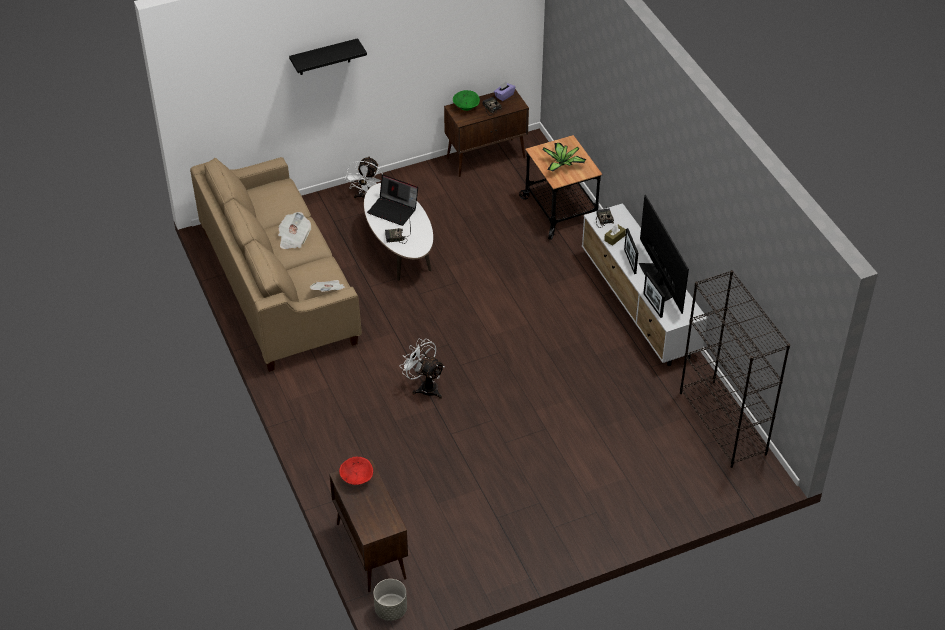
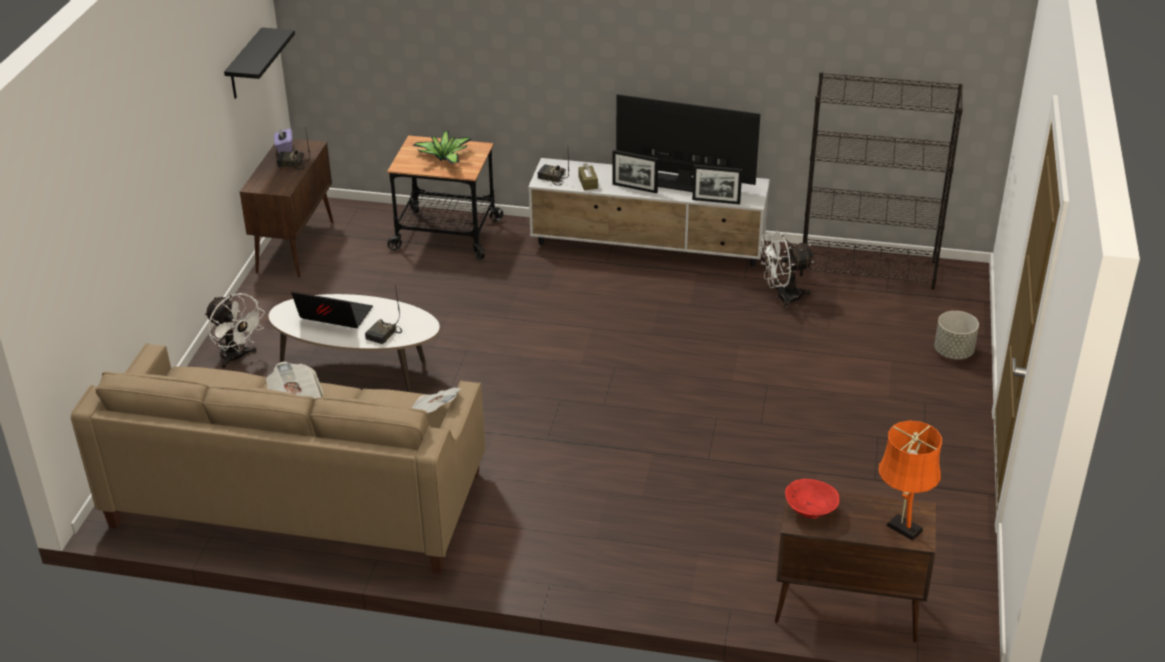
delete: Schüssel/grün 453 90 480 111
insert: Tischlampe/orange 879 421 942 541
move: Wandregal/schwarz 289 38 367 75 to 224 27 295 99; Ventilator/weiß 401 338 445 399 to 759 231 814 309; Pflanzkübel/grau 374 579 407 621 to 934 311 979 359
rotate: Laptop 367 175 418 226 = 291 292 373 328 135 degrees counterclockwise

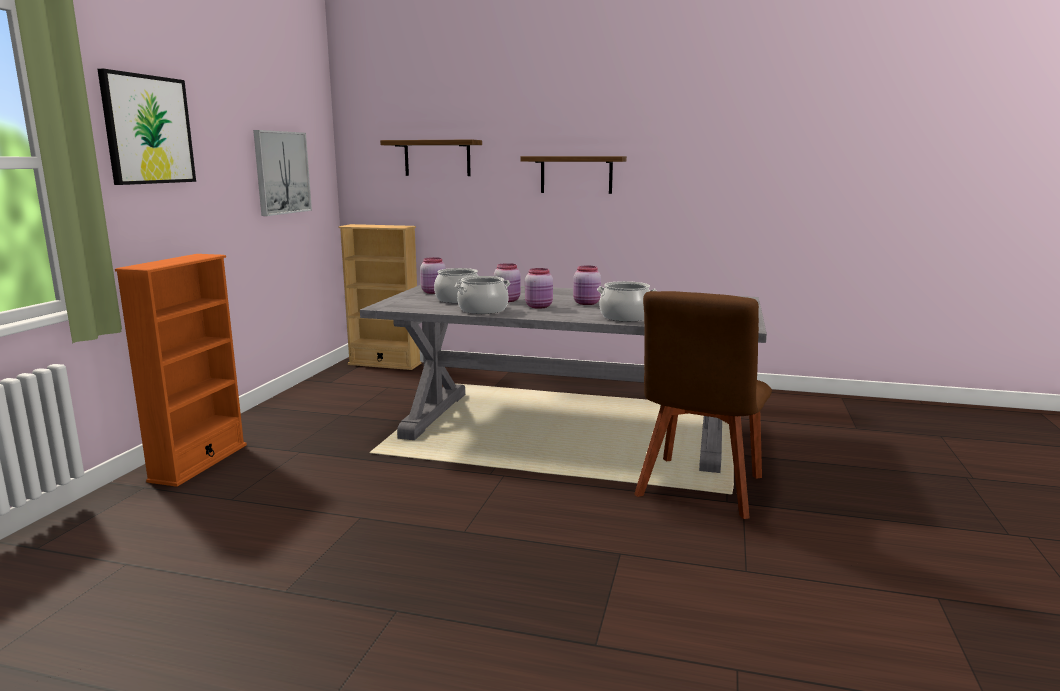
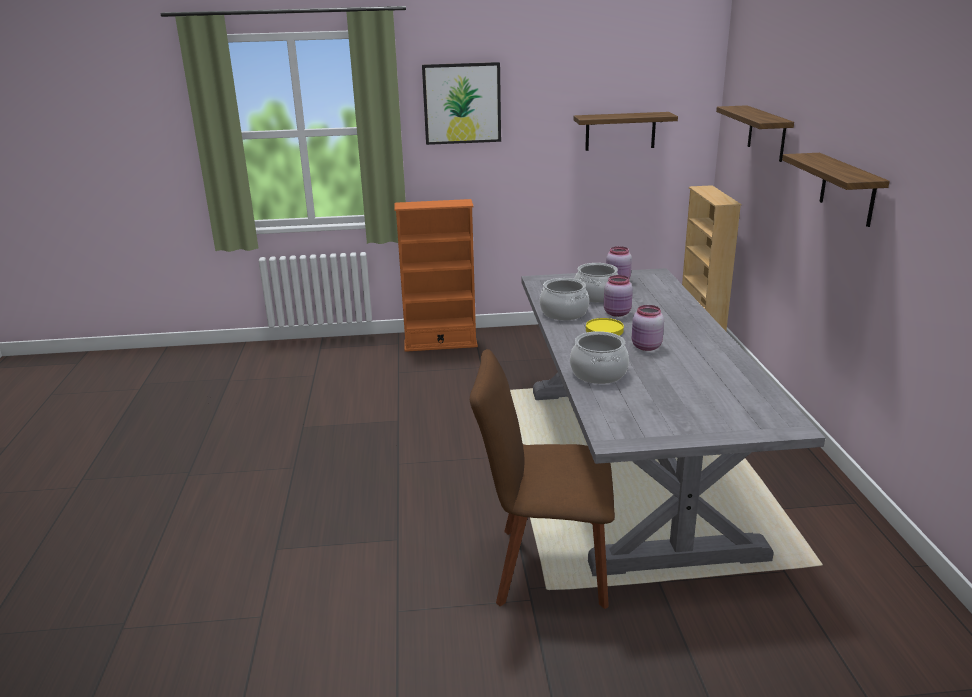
replace: Bild 253 130 312 216 to Wandregal 573 112 678 151; Vorratsglas/rosa 525 268 553 309 to Teller/gelb 586 318 624 336

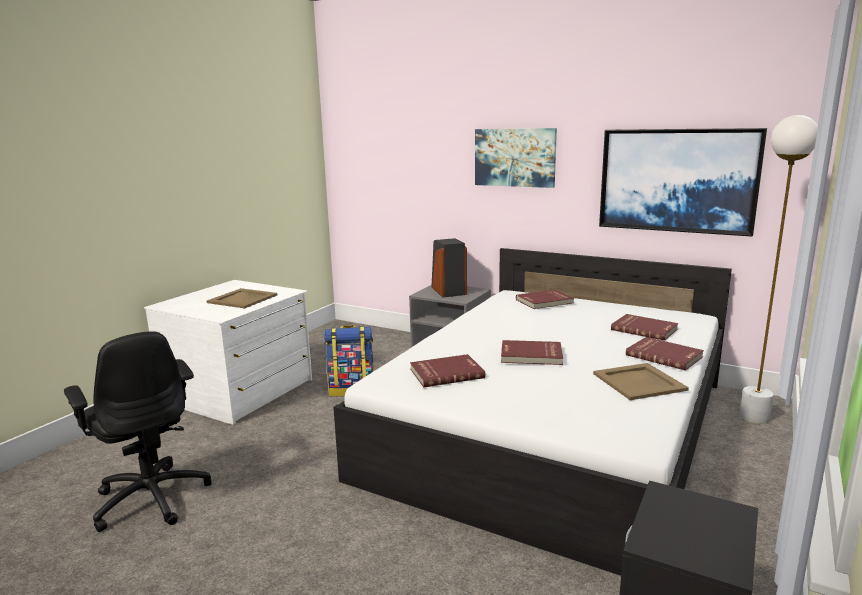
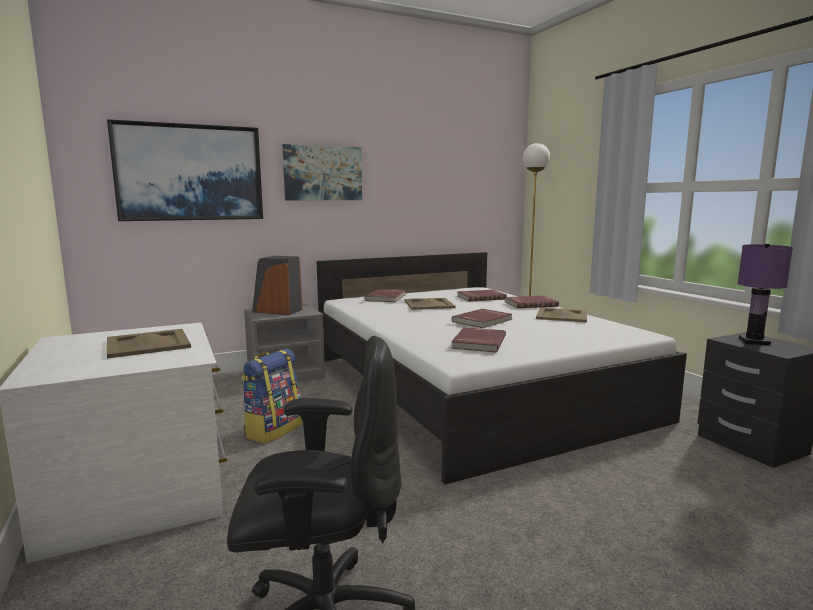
insert: Tablett/beige 405 298 456 310; Tischlampe/lila 738 244 793 345
move: Bild 599 128 767 237 to 107 119 263 221

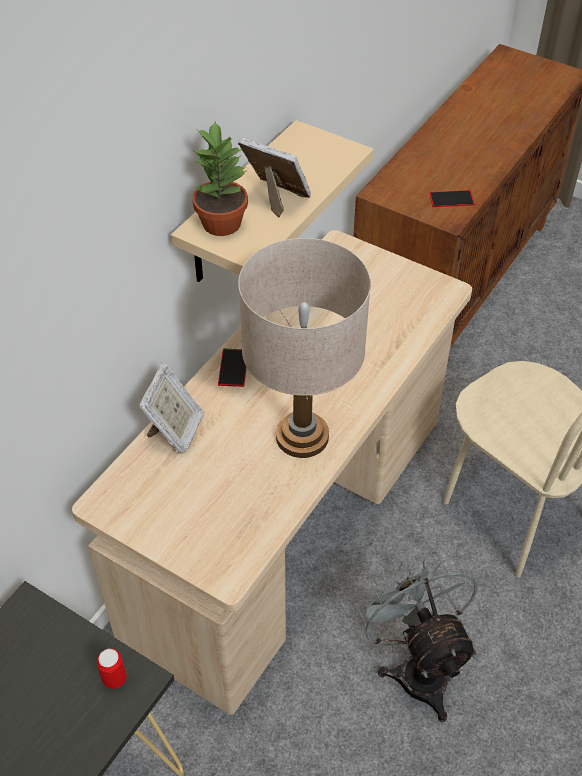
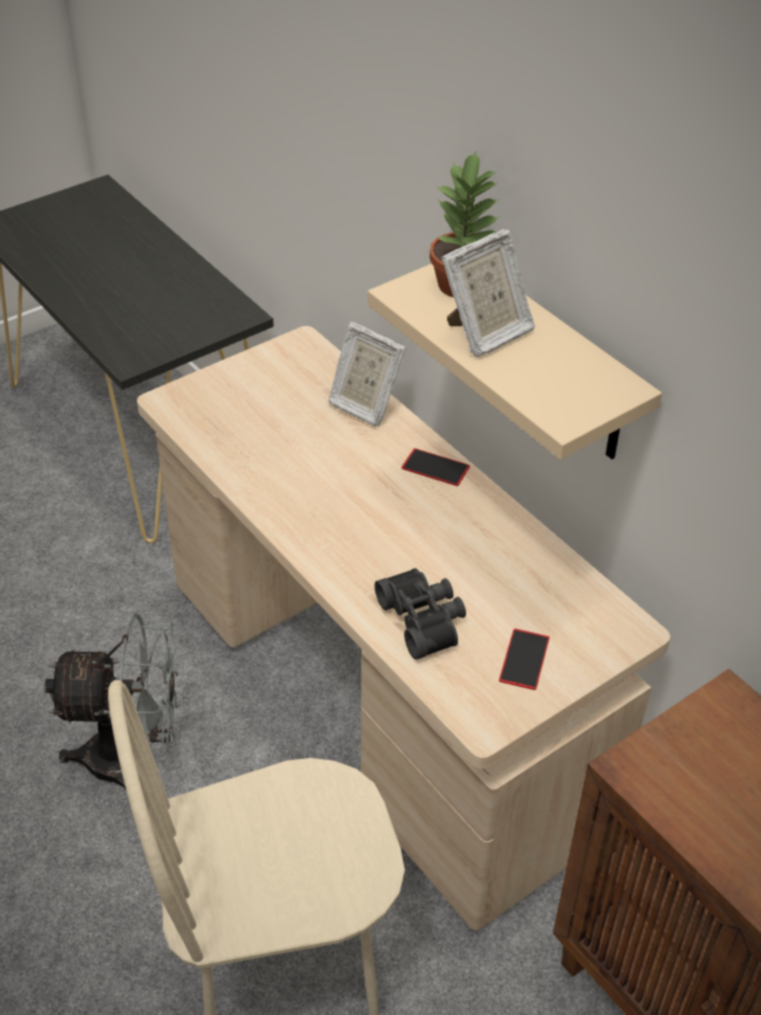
delete: Dose 97 648 127 689; Tischlampe/beige 238 238 371 458
insert: Fernglas/schwarz 375 568 466 660
move: Handy 429 190 475 207 to 499 628 550 690

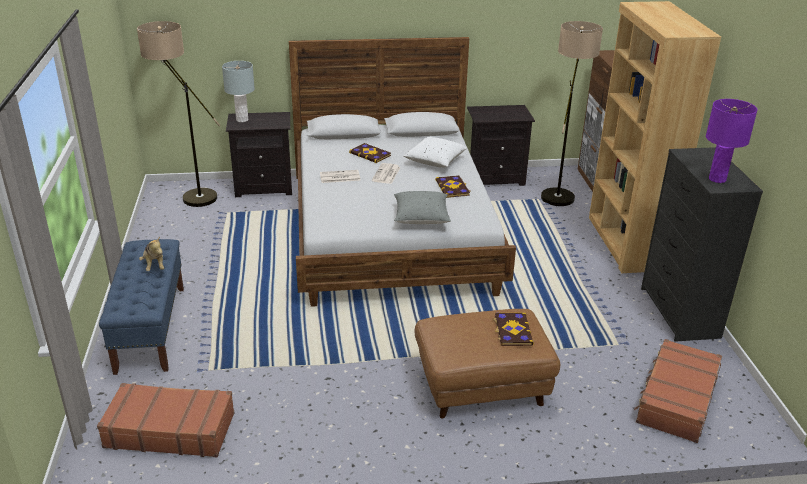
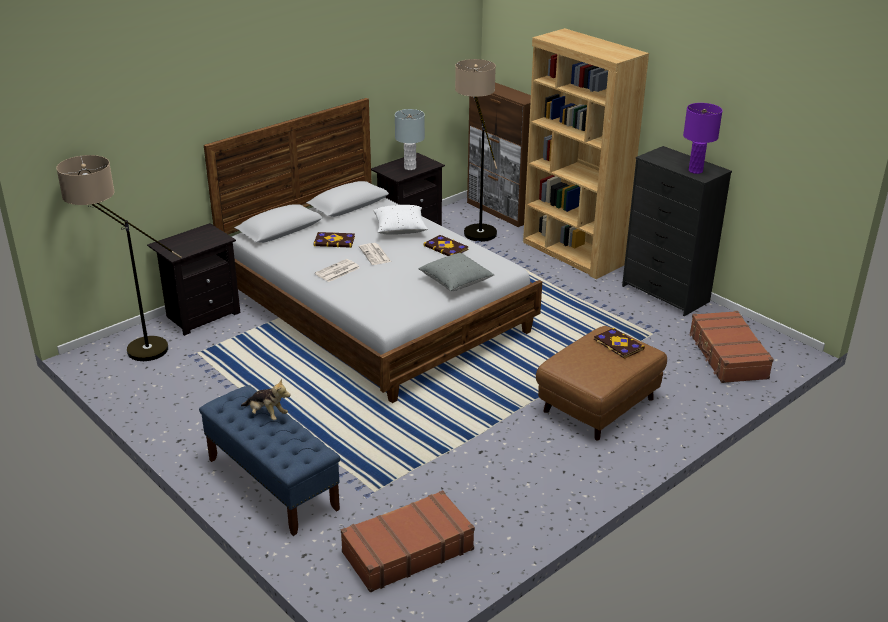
move: Tischlampe/grau 222 61 255 122 to 395 109 425 170

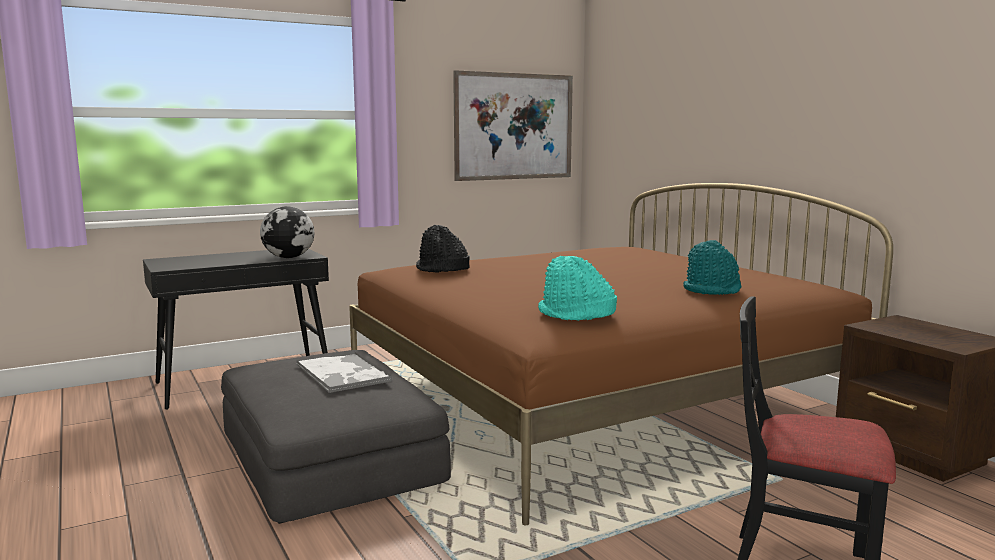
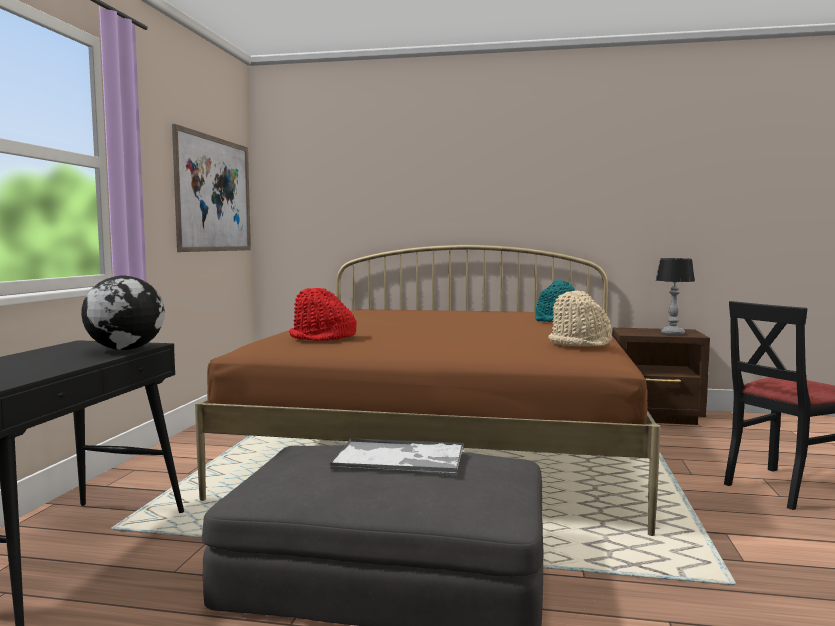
insert: Tischlampe 656 258 695 335
recolor: Hut/schwarz 416 225 470 273 to Hut/rot 289 288 357 341; Hut/türkis 538 256 617 321 to Hut/beige 548 291 612 347

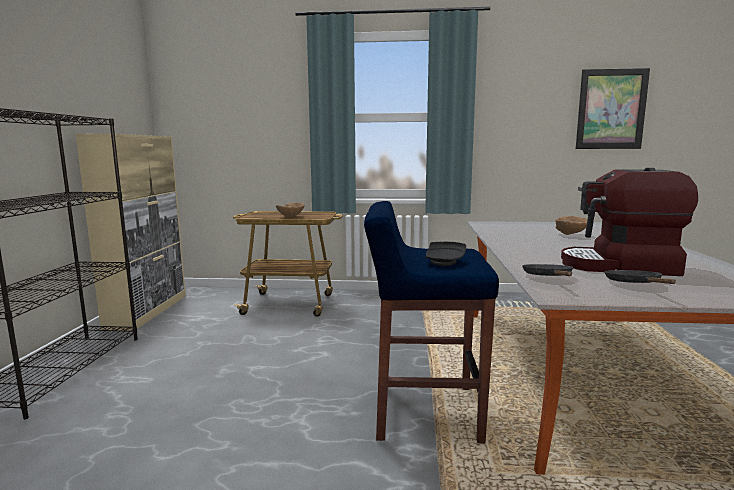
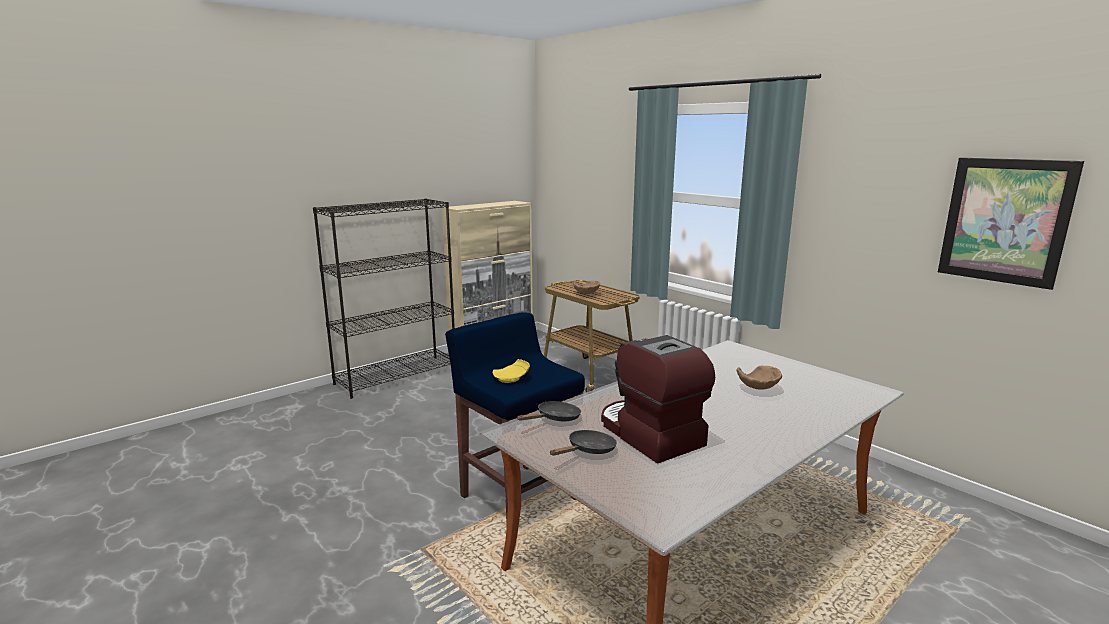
recolor: Teller/schwarz 425 242 466 266 to Teller/gelb 493 359 530 383

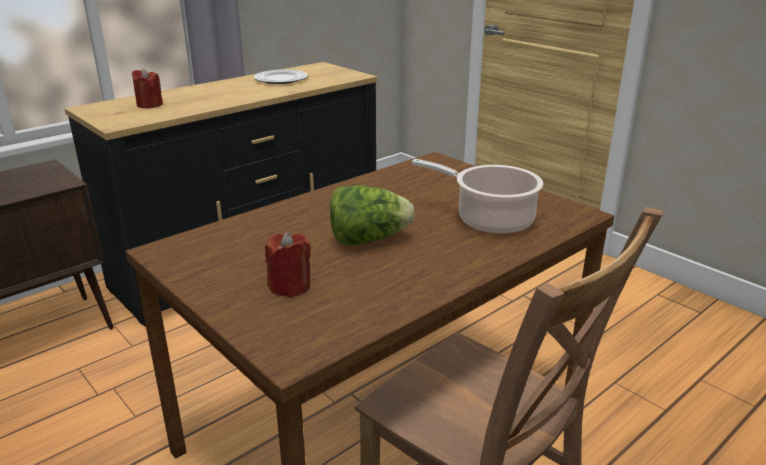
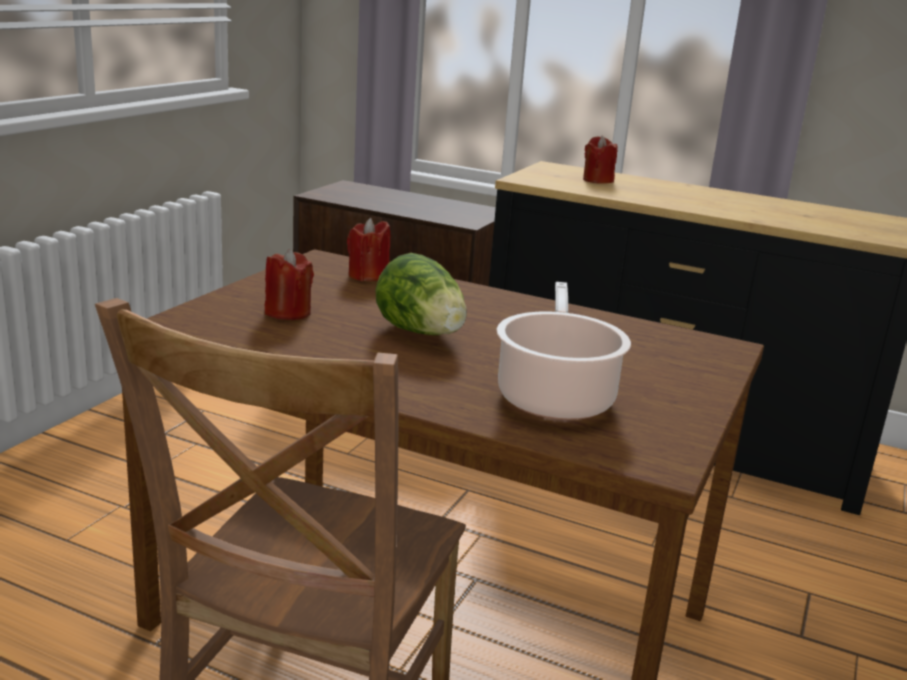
delete: Teller 254 69 308 84
insert: Kerze/rot 347 218 390 281

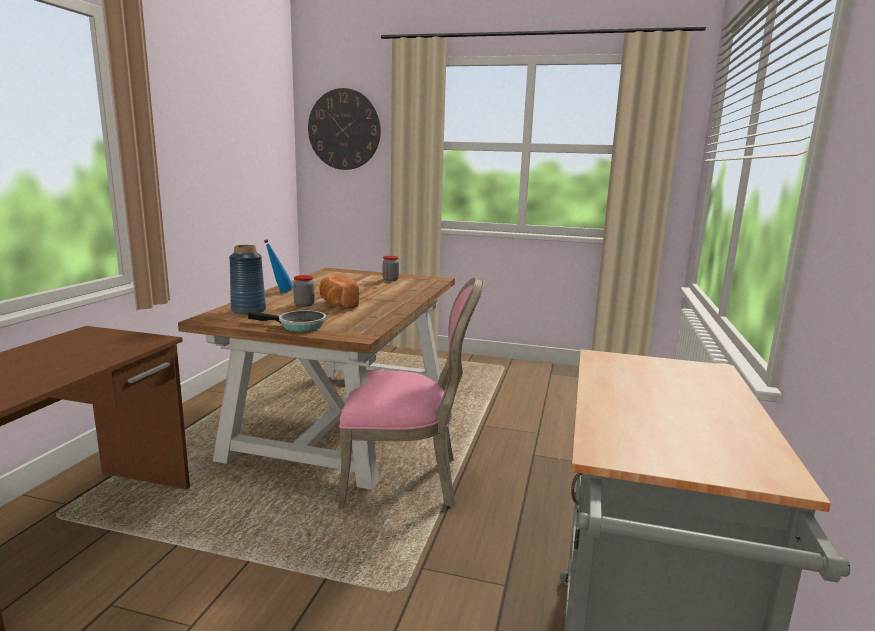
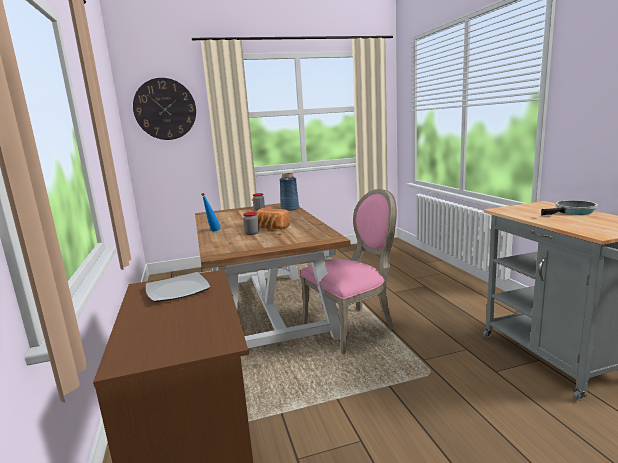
insert: Teller 146 272 210 302
move: Vase/blau 229 245 266 315 to 280 173 299 211; Pfanne 248 310 326 332 to 541 200 598 216

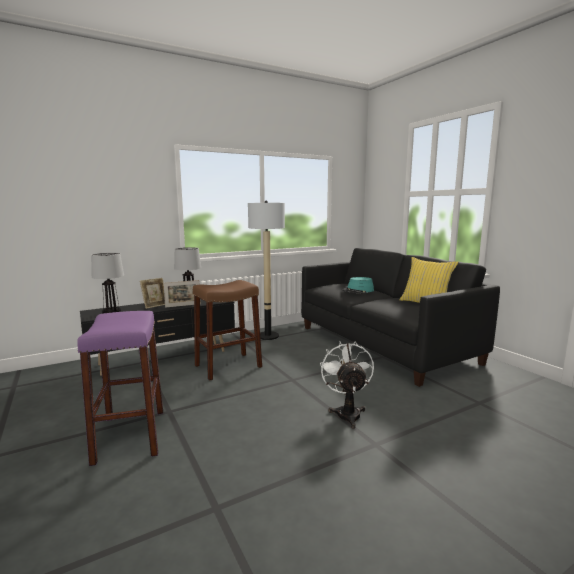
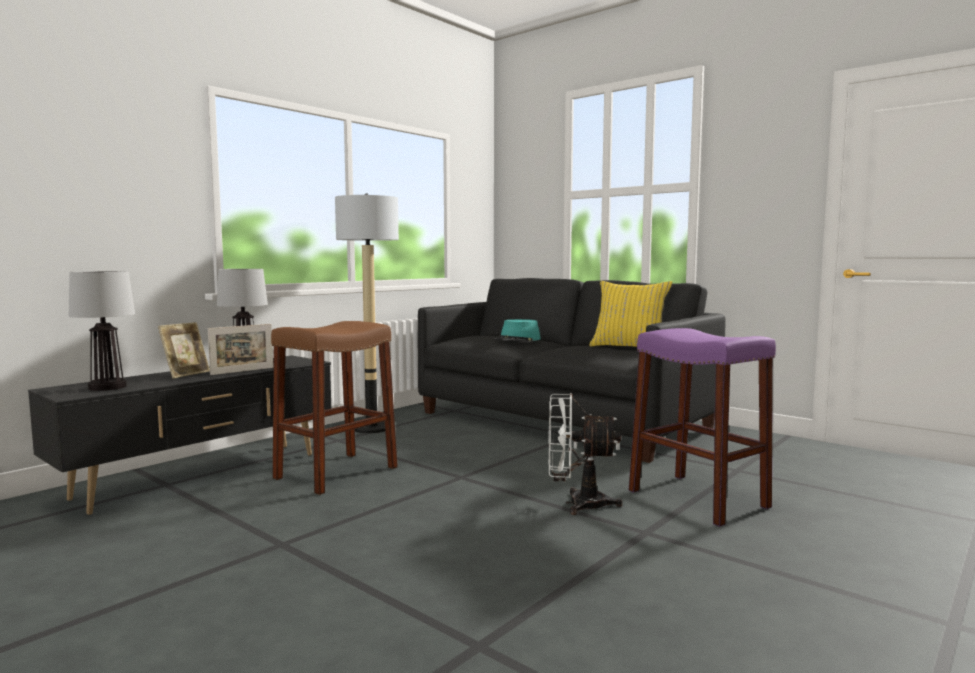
move: Hocker/lila 77 311 163 466 to 629 328 776 527
rotate: Ventilator/weiß 320 341 374 429 = 548 393 623 515 60 degrees counterclockwise

